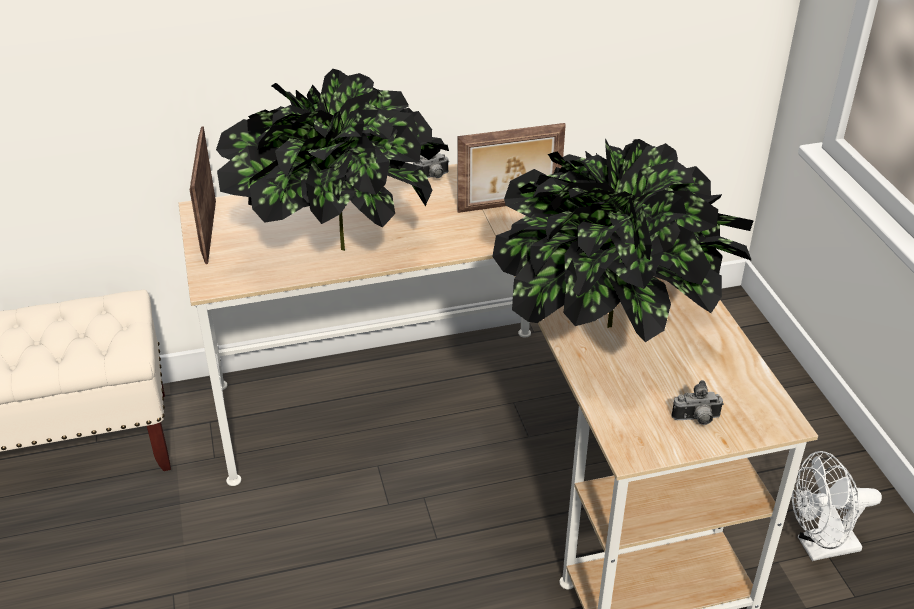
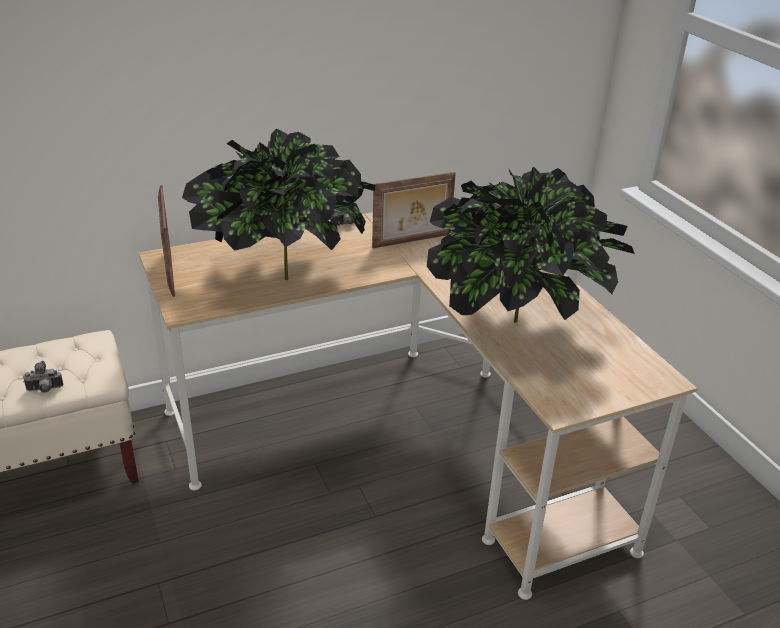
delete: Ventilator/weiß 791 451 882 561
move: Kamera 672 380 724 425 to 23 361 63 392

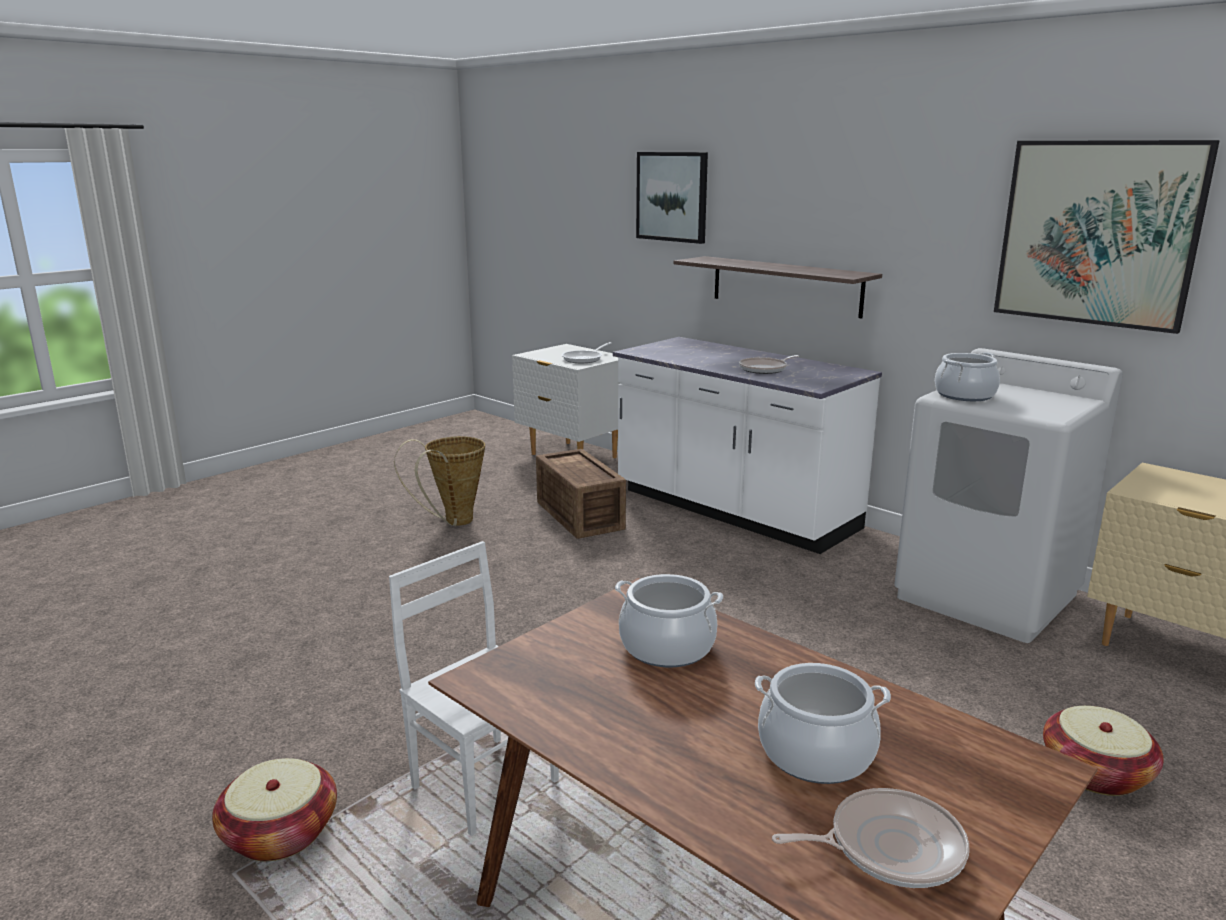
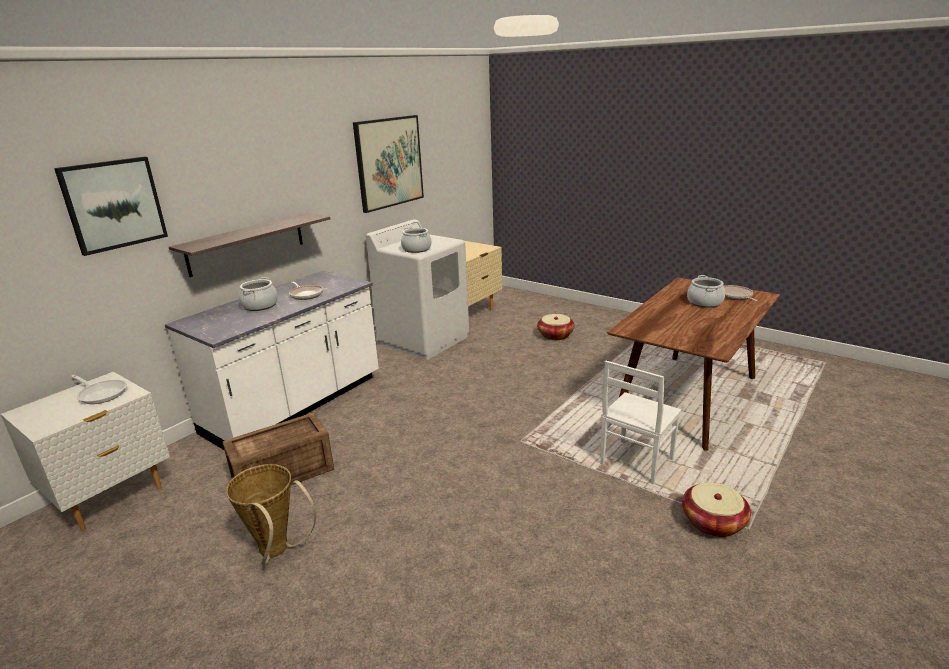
move: Kochtopf 615 574 723 667 to 239 277 278 311

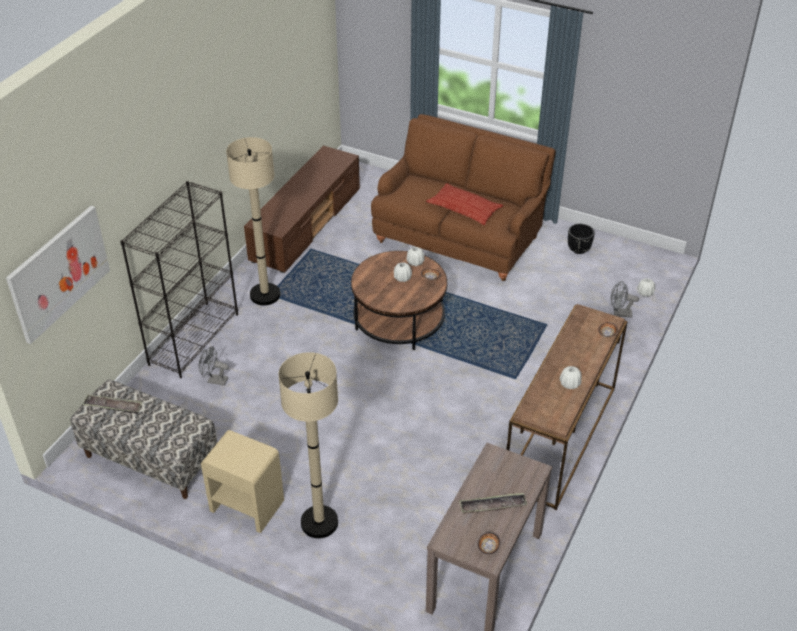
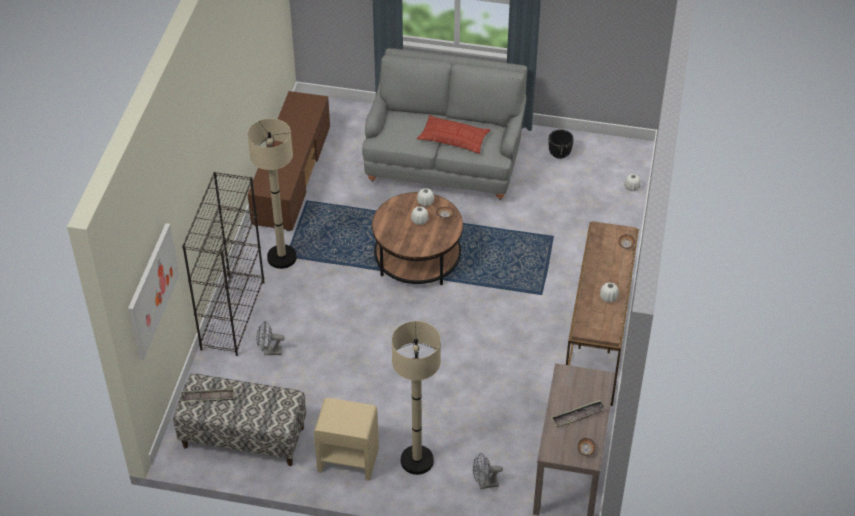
move: Ventilator/grau 611 281 639 317 to 473 453 503 489
recolor: Sofa/braun 371 114 556 281 to Sofa/grau 362 48 527 200

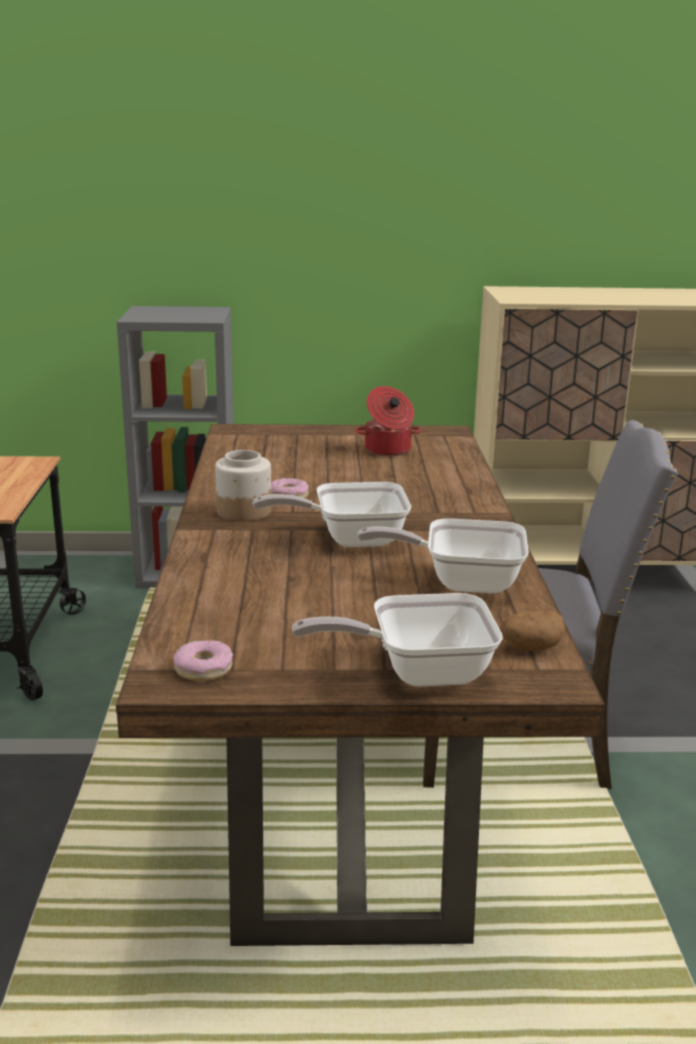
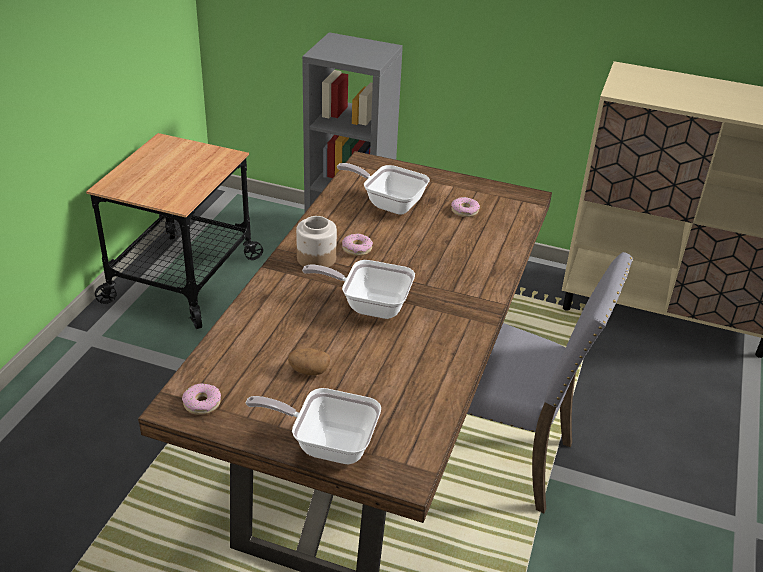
move: Kartoffel 500 611 565 651 to 288 348 330 375; Pfanne 357 518 529 594 to 337 163 430 215
replace: Kochtopf 355 386 421 456 to Donut 451 197 480 217

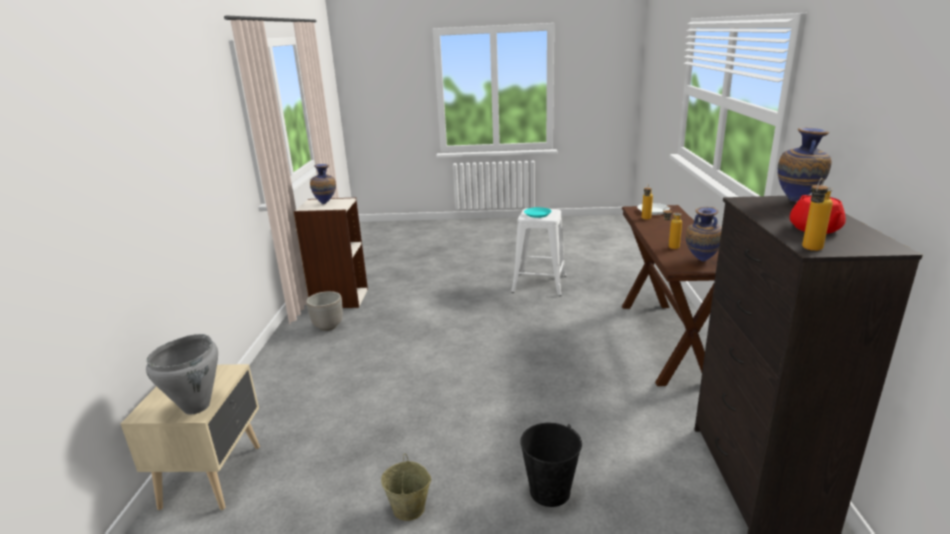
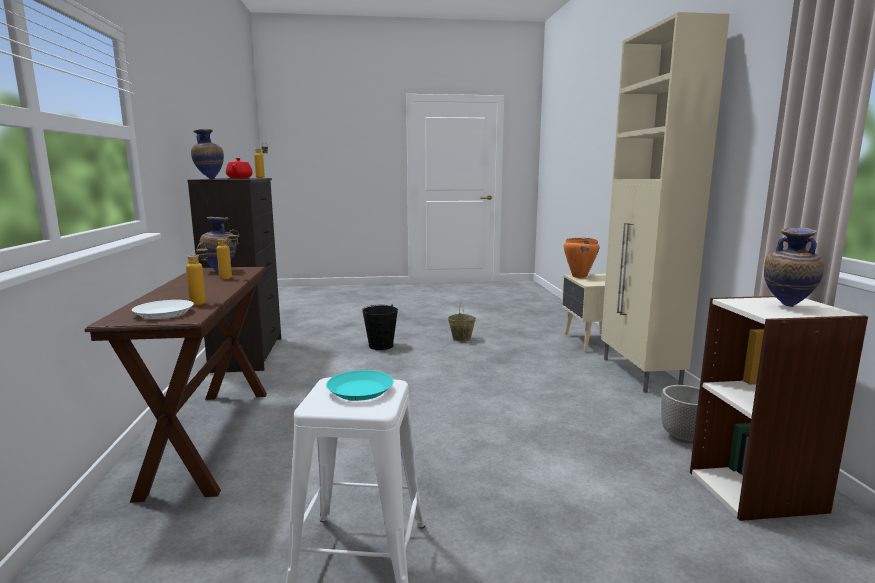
insert: Schrank/beige 601 12 730 393
recolor: Kochtopf/grau 146 334 218 414 to Kochtopf/orange 564 238 600 278

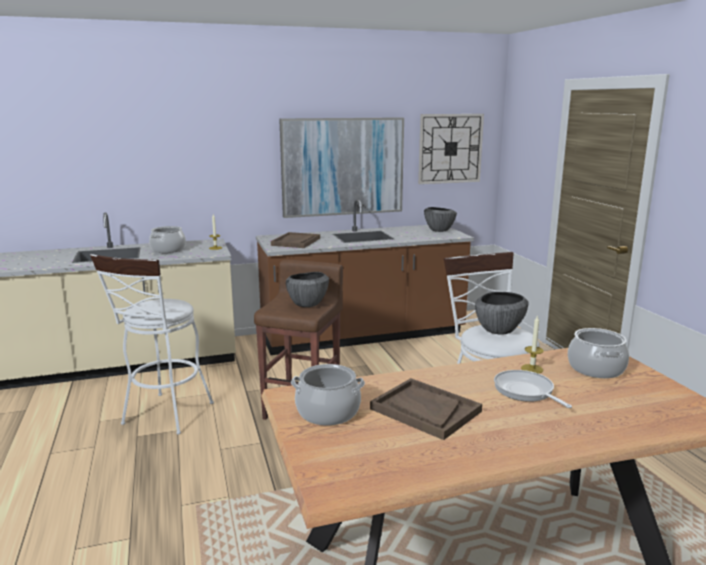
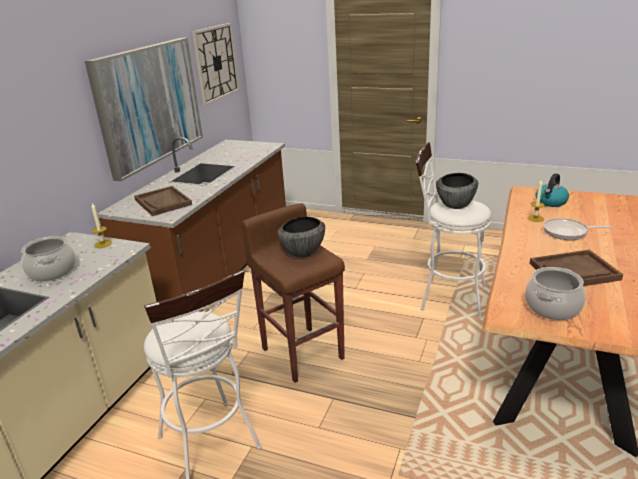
delete: Schüssel 424 207 457 232
replace: Kochtopf 568 328 629 378 to Wasserkessel 535 173 569 207

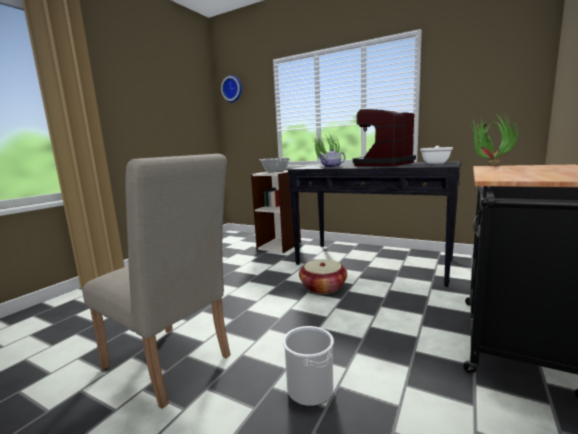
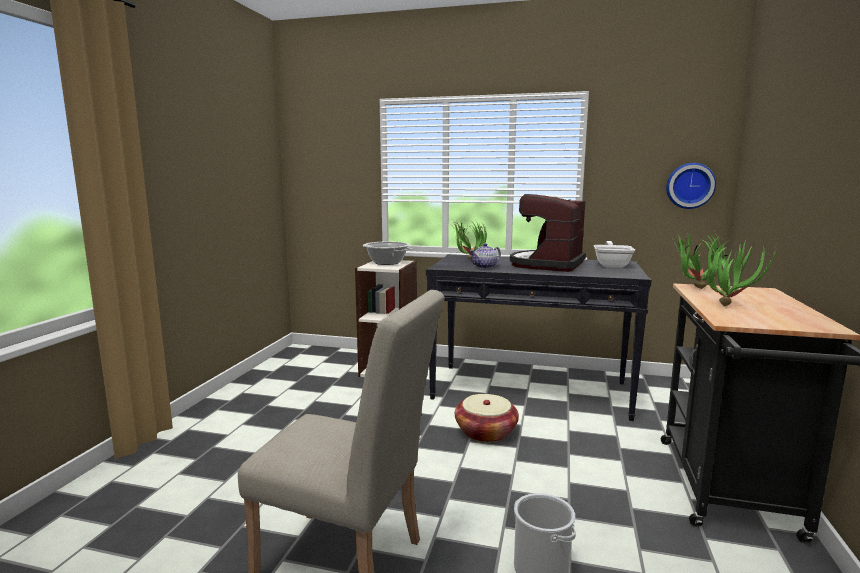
insert: Topfpflanze 707 240 776 306
move: Wanduhr 221 75 242 102 to 666 163 716 209

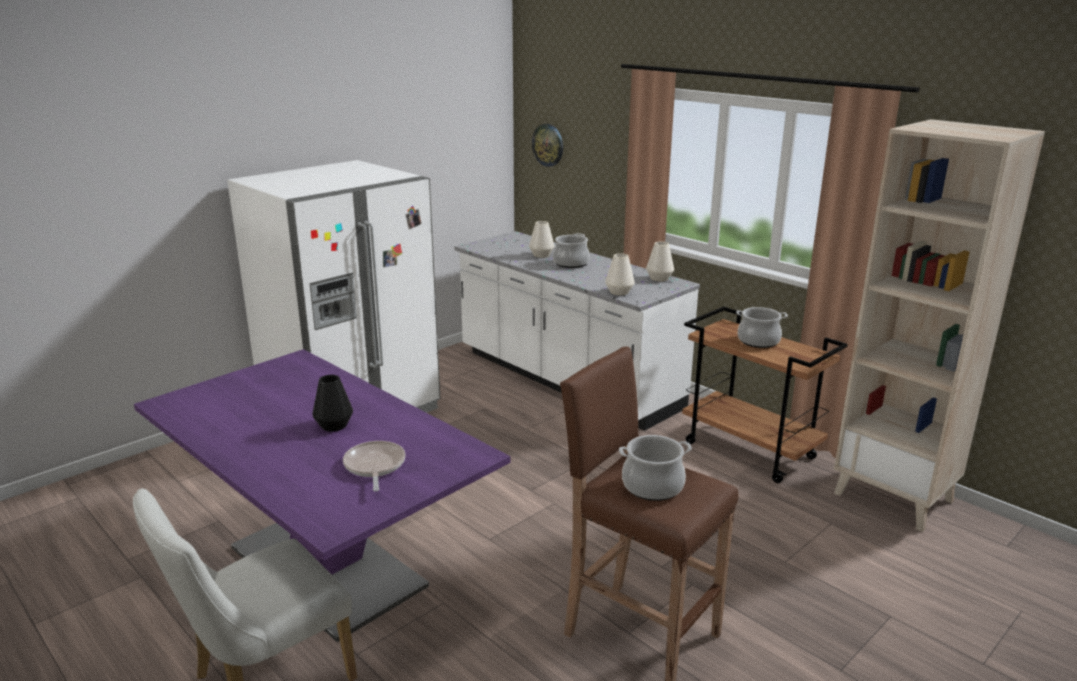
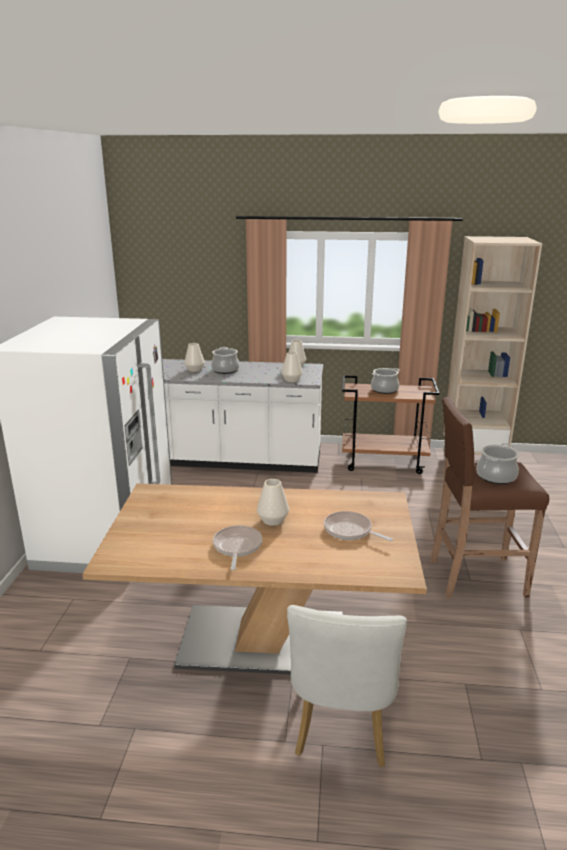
delete: Wanduhr 532 124 563 167
insert: Pfanne 213 525 263 570
recolor: Esstisch/lila 134 349 510 642 to Esstisch/braun 82 484 427 674; Vase/schwarz 312 375 353 432 to Vase/weiß 257 479 289 526

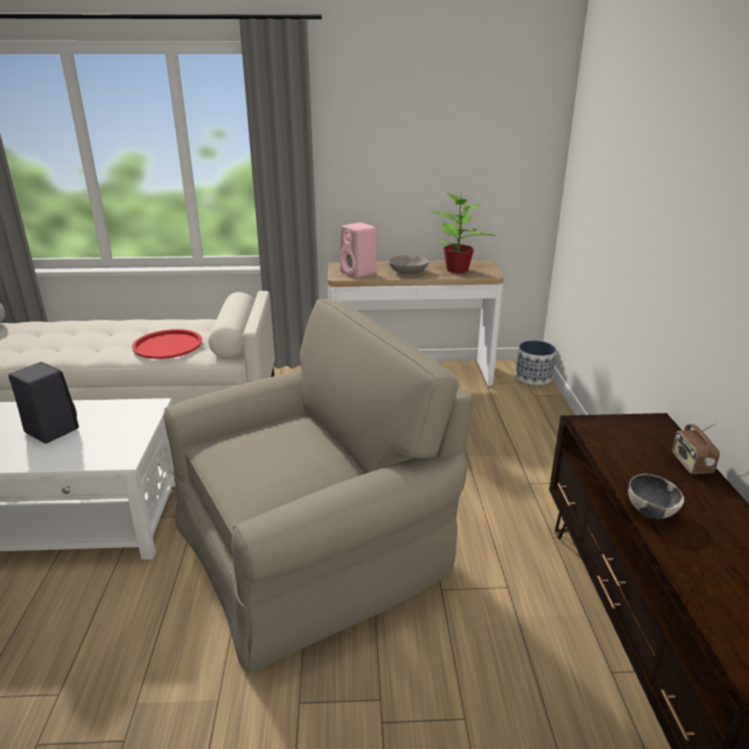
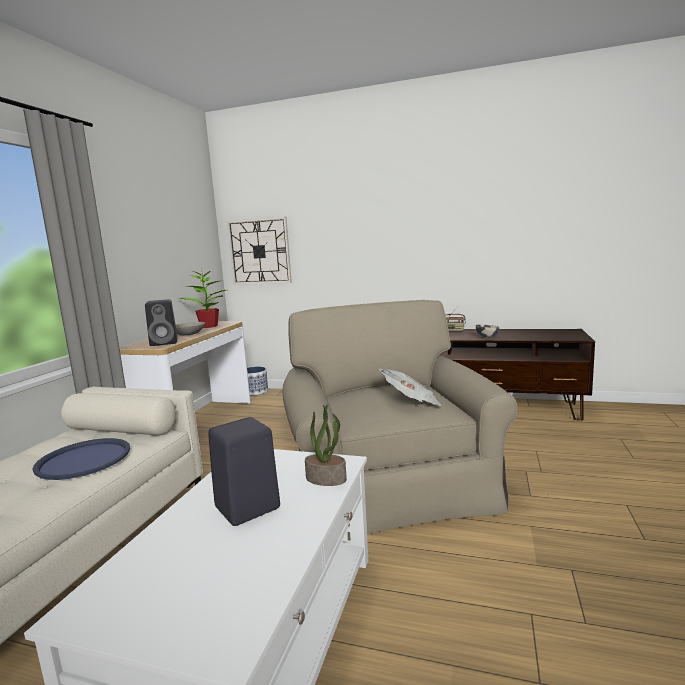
insert: Wanduhr 227 217 292 285; Topfpflanze 305 404 347 486; Zeitung 379 369 442 406
recolor: Tablett/rot 132 329 202 359 to Tablett/blau 32 438 130 480; Lautsprecher/rosa 339 222 376 278 to Lautsprecher/schwarz 145 299 178 346

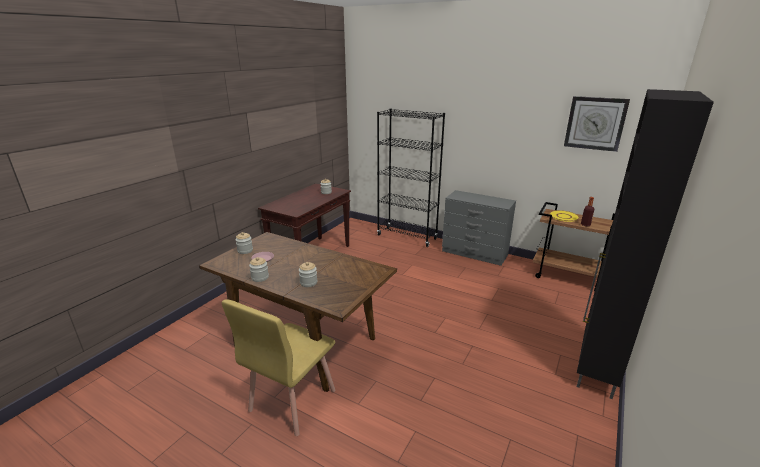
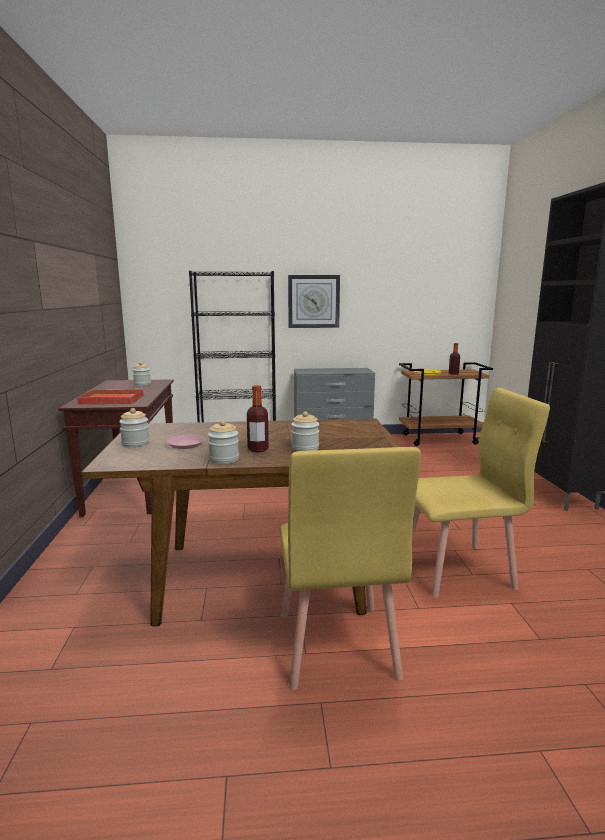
insert: Tablett/rot 77 389 144 405; Flasche 247 385 269 452; Stuhl/gelb 412 388 550 598
move: Wanduhr 564 96 630 152 to 288 275 340 328

